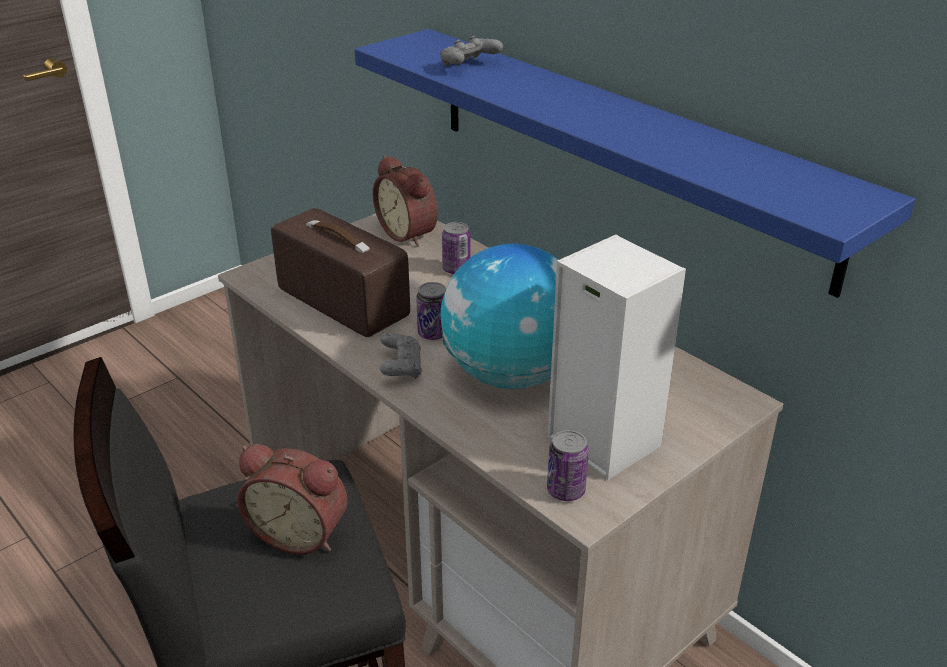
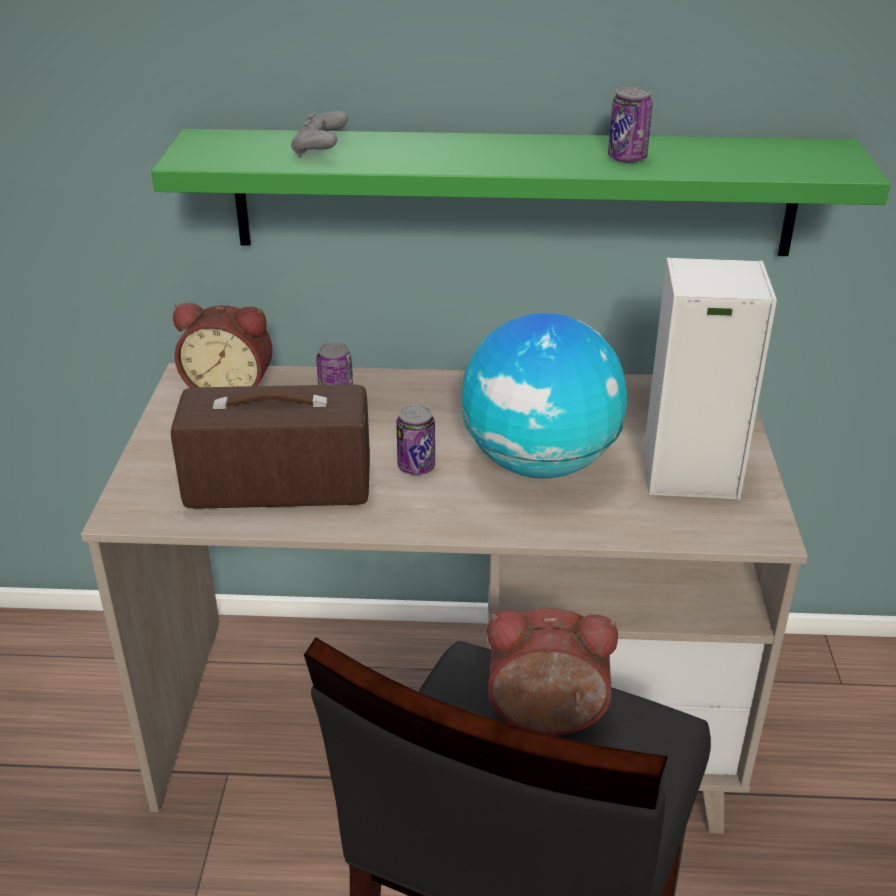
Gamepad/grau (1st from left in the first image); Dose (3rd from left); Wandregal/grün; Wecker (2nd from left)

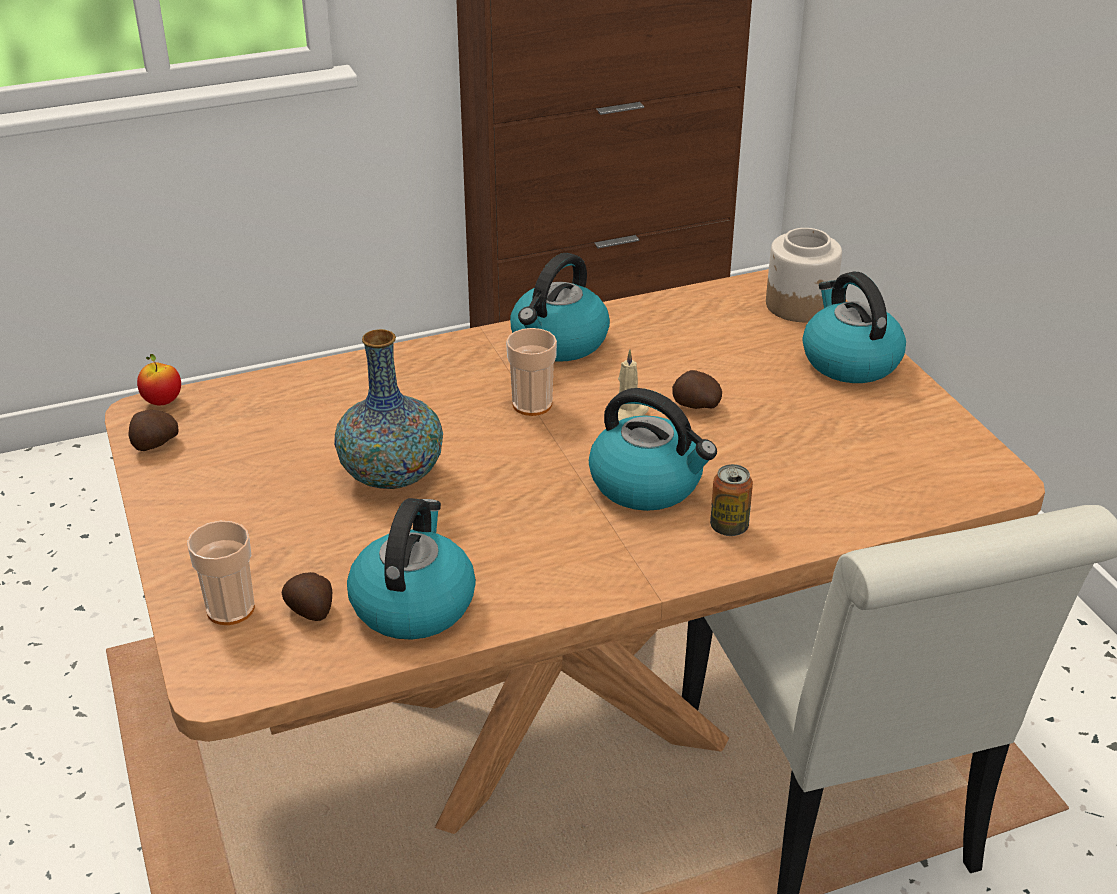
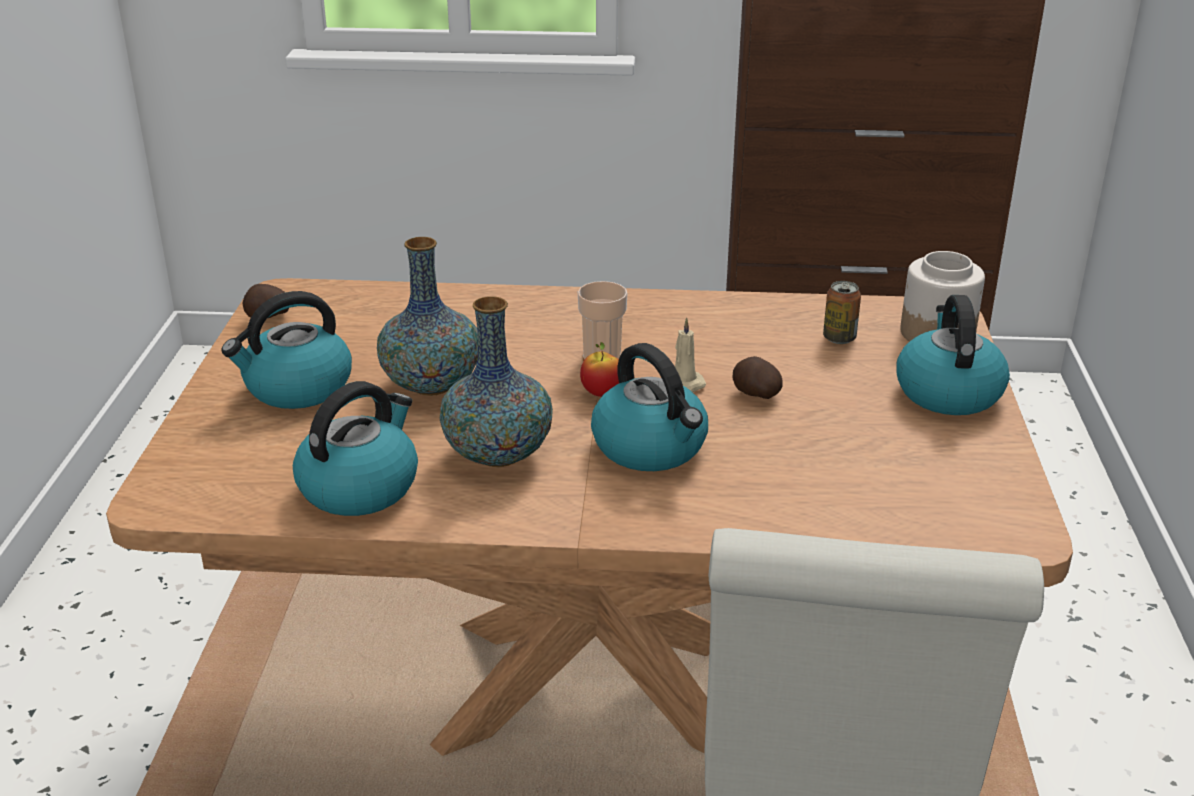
Tasse (1st from left in the first image); Kartoffel (2nd from left in the first image); Vase (2nd from left); Apfel; Wasserkessel (1st from left); Dose

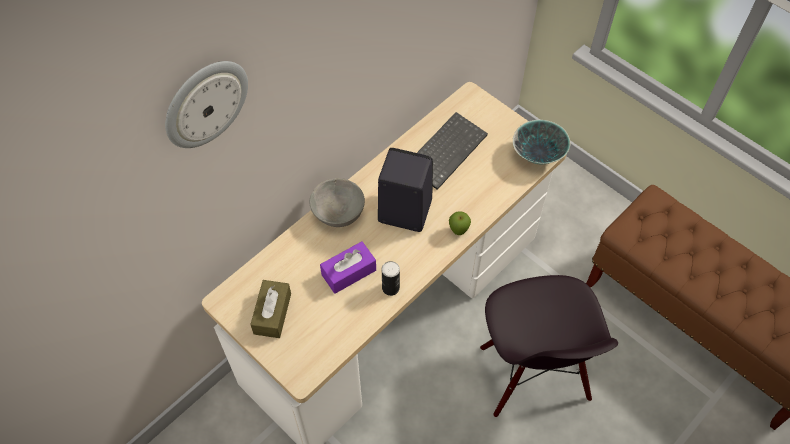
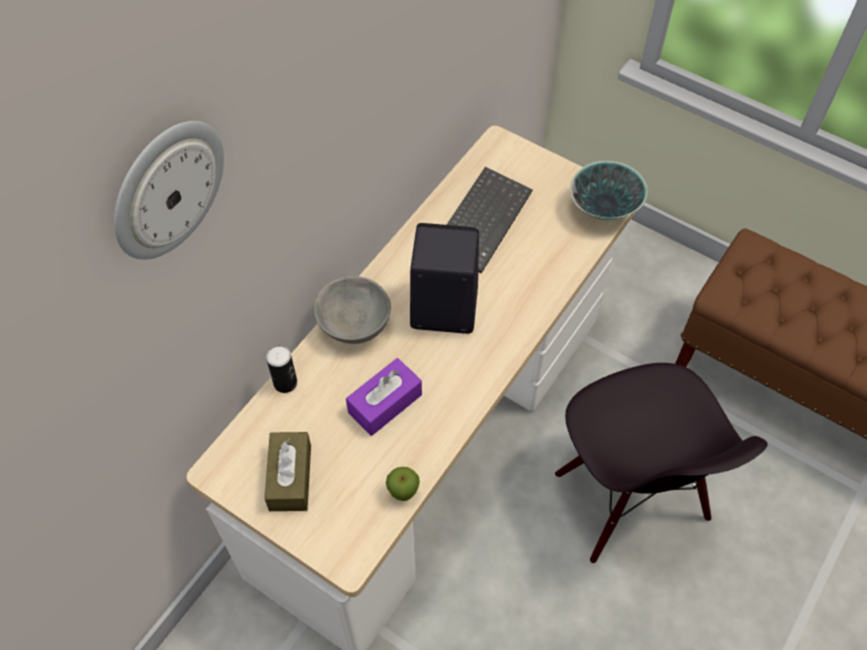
Dose; Apfel

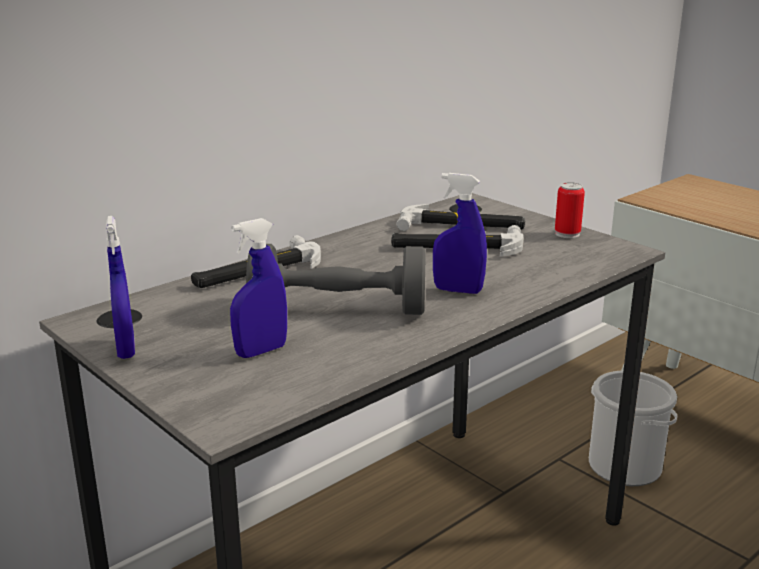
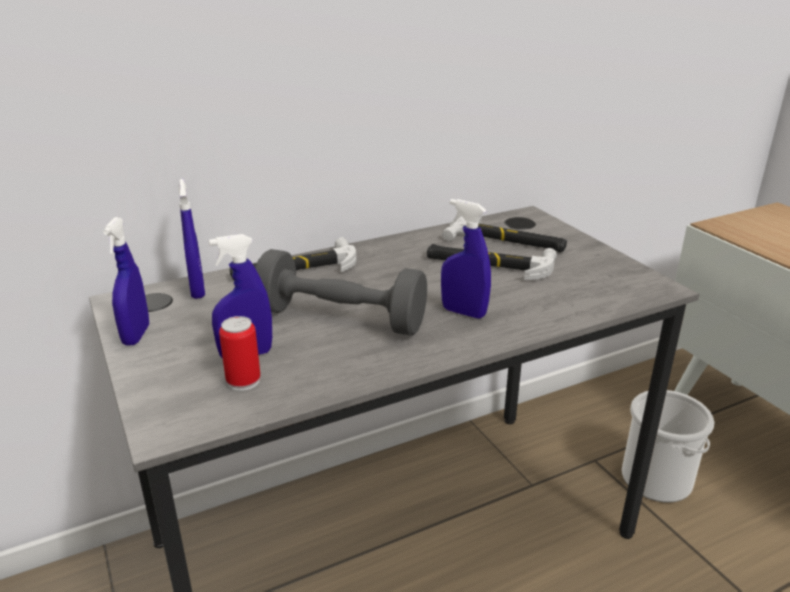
Sprühflasche/blau (2nd from left); Dose

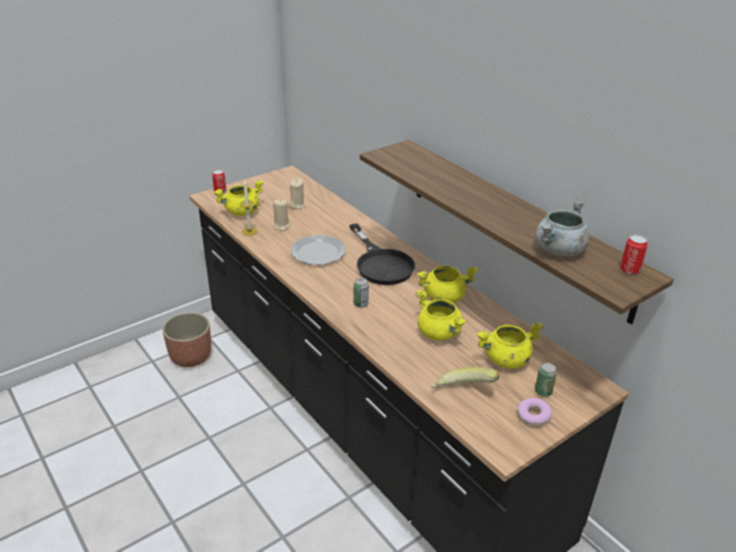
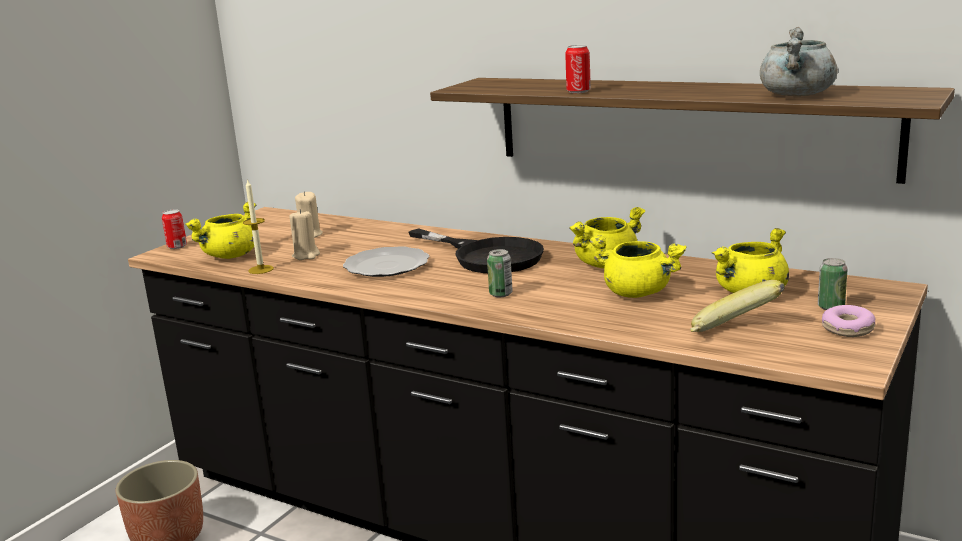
Dose (3rd from left)

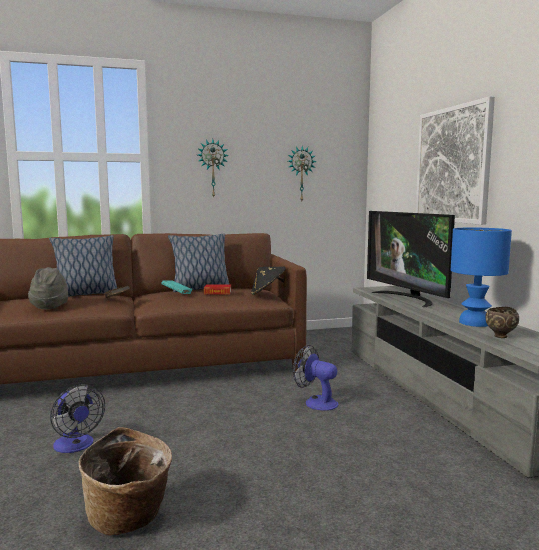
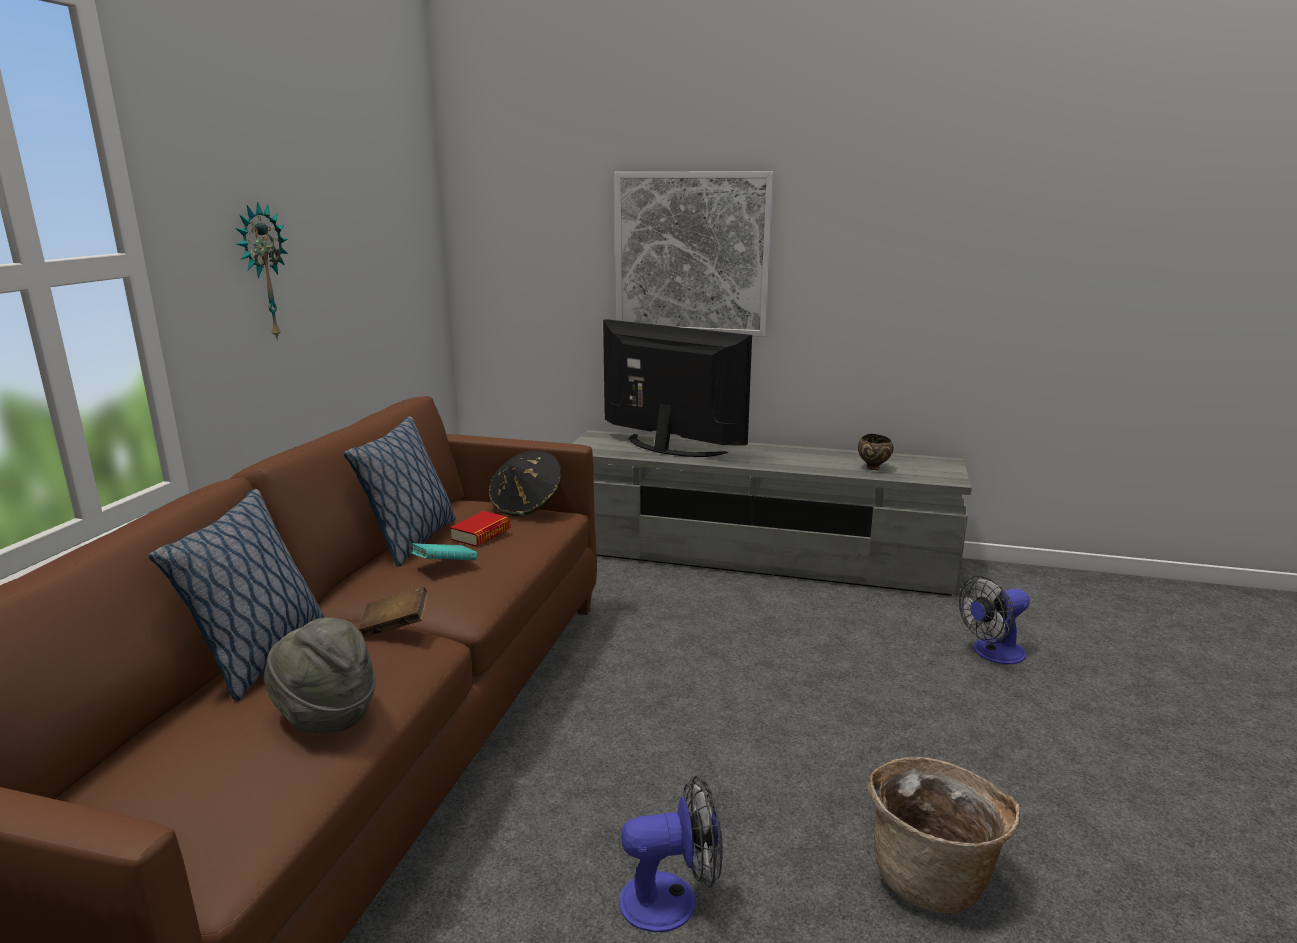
Wanduhr (2nd from left in the first image); Tischlampe/blau; Ventilator (2nd from left); Fernseher

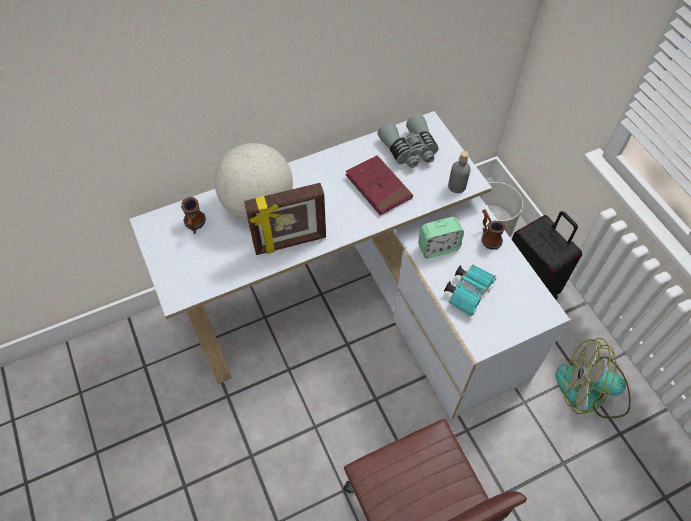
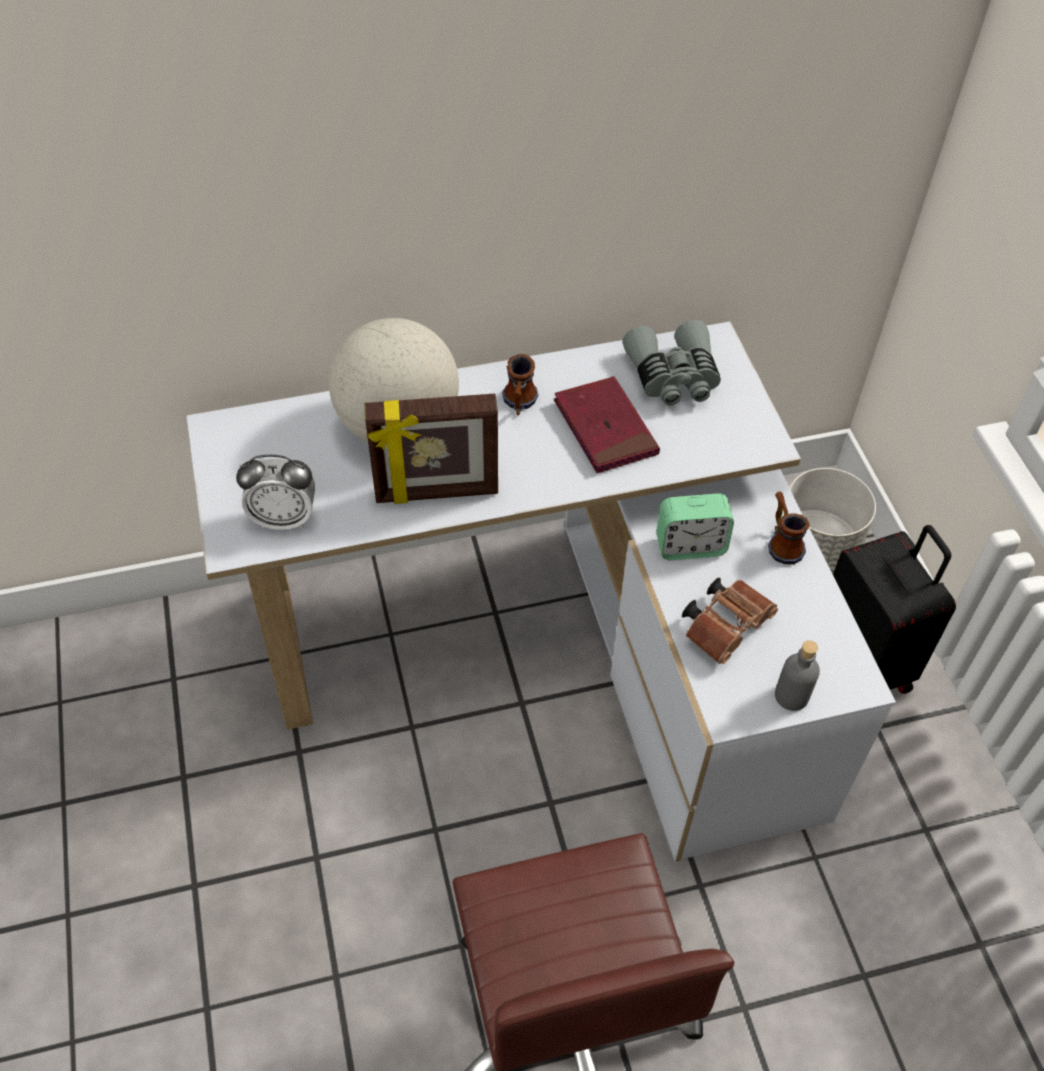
Ventilator; Wecker (1st from left); Henkelbecher (1st from left); Flasche/grau; Fernglas/braun

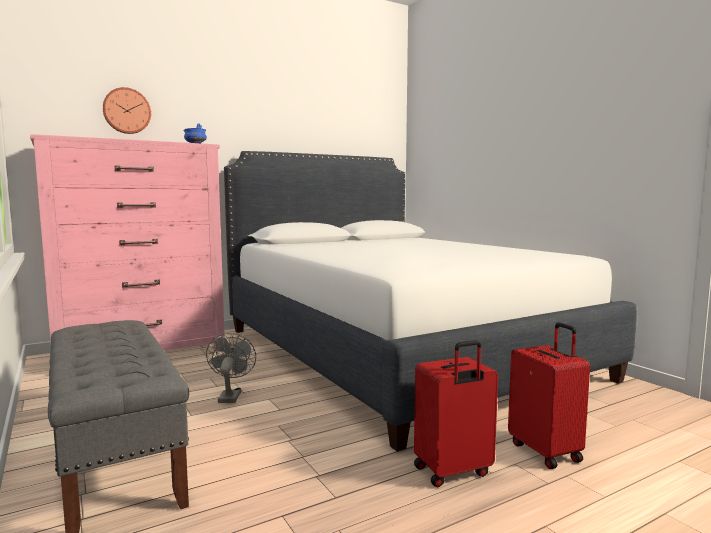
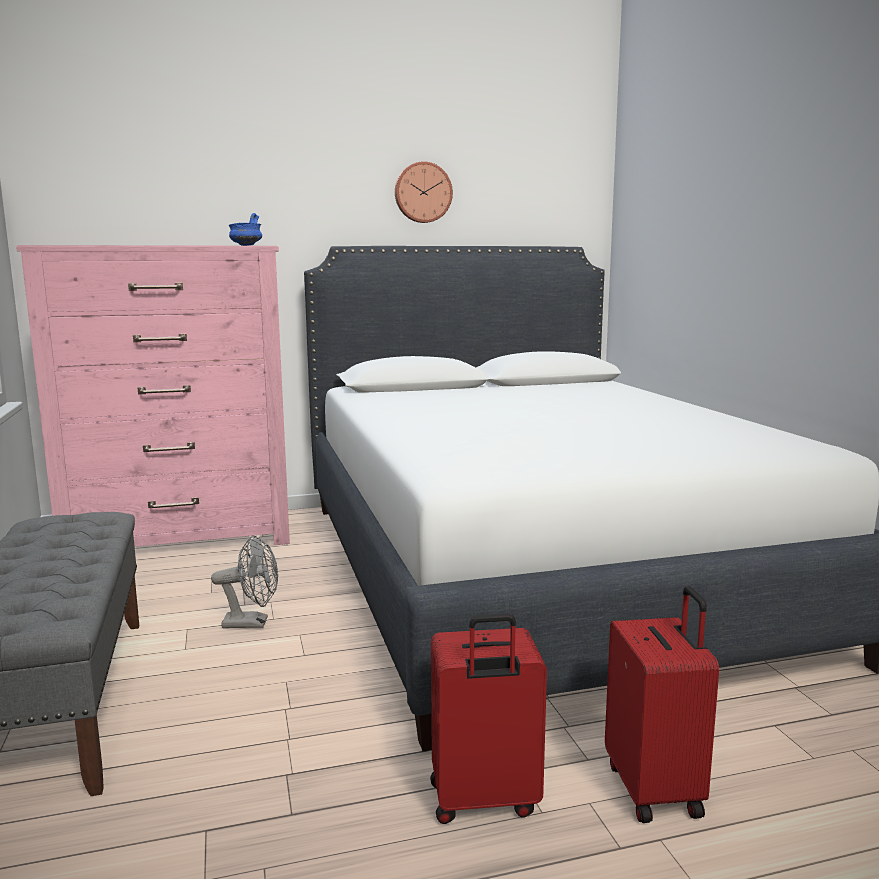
Wanduhr; Ventilator/grau

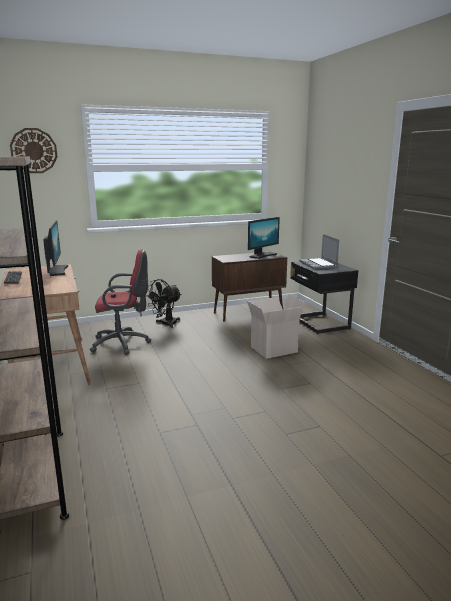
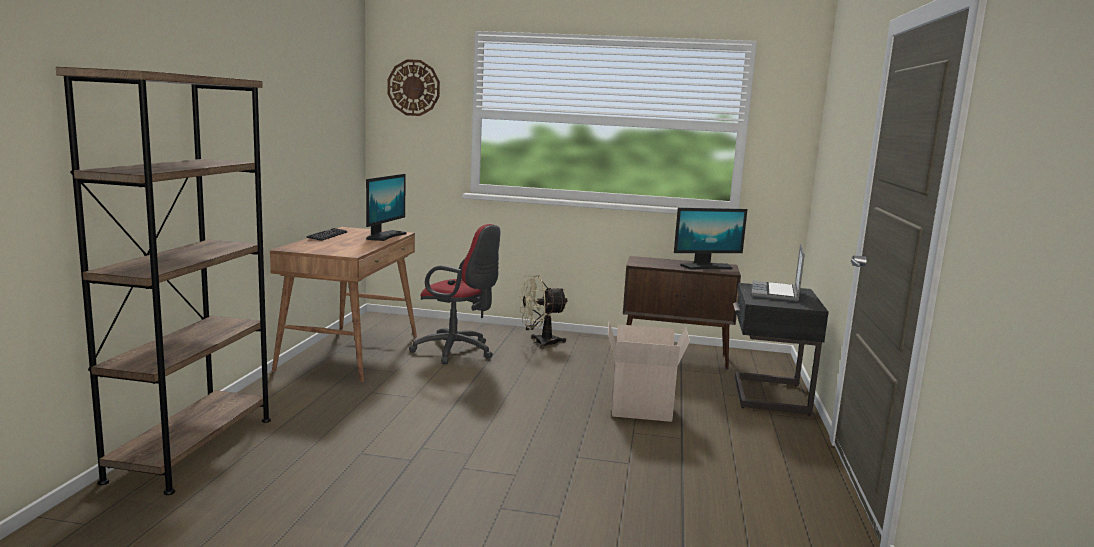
Ventilator/beige

